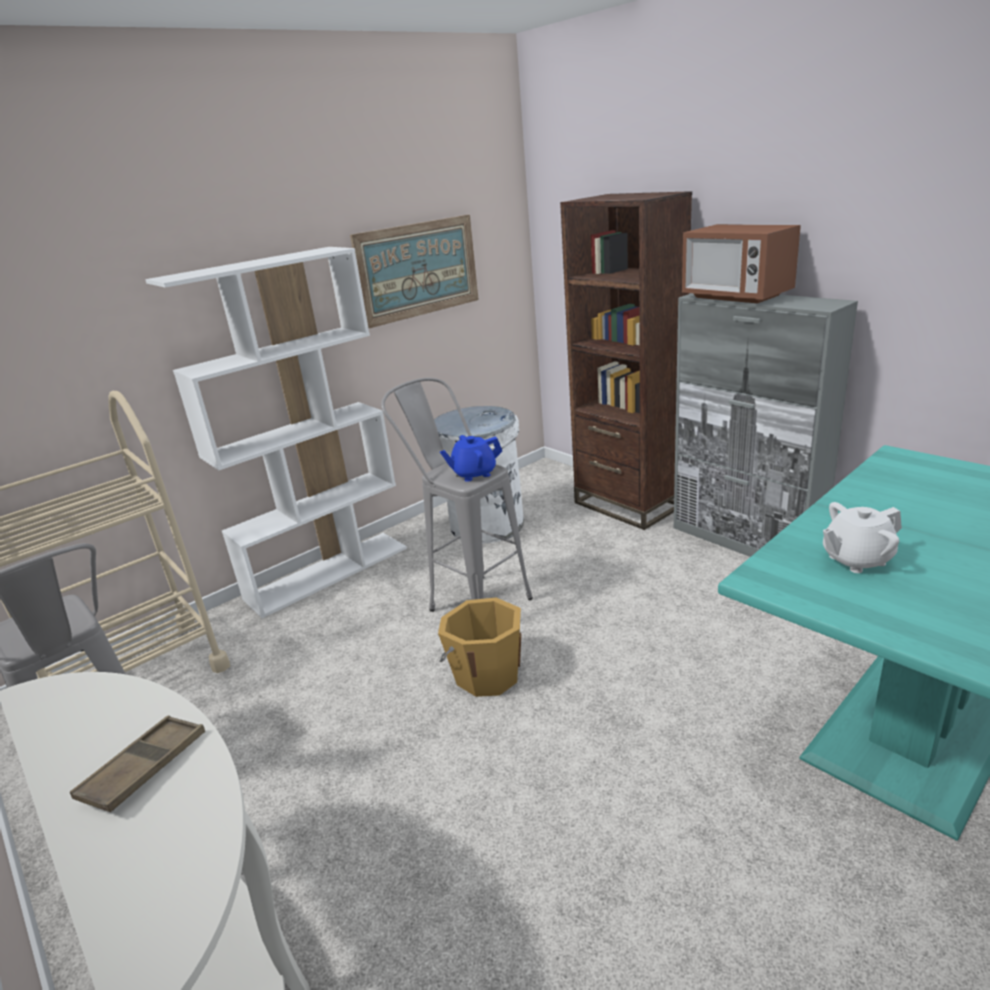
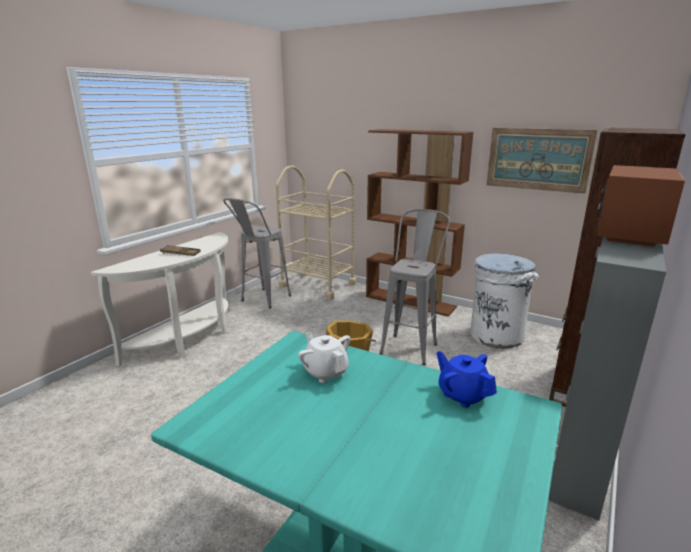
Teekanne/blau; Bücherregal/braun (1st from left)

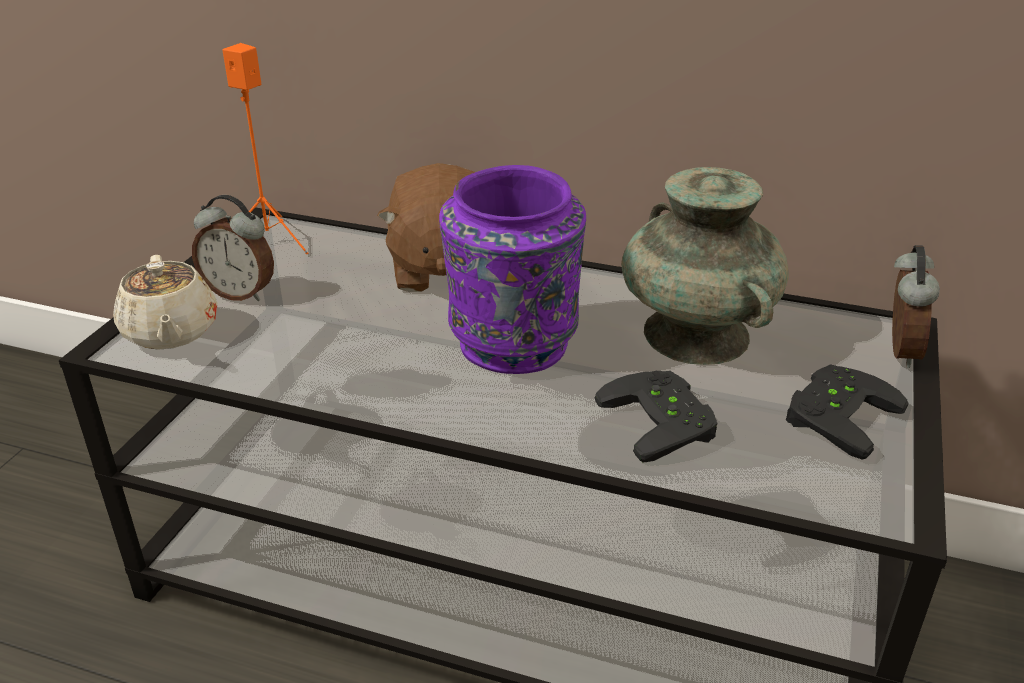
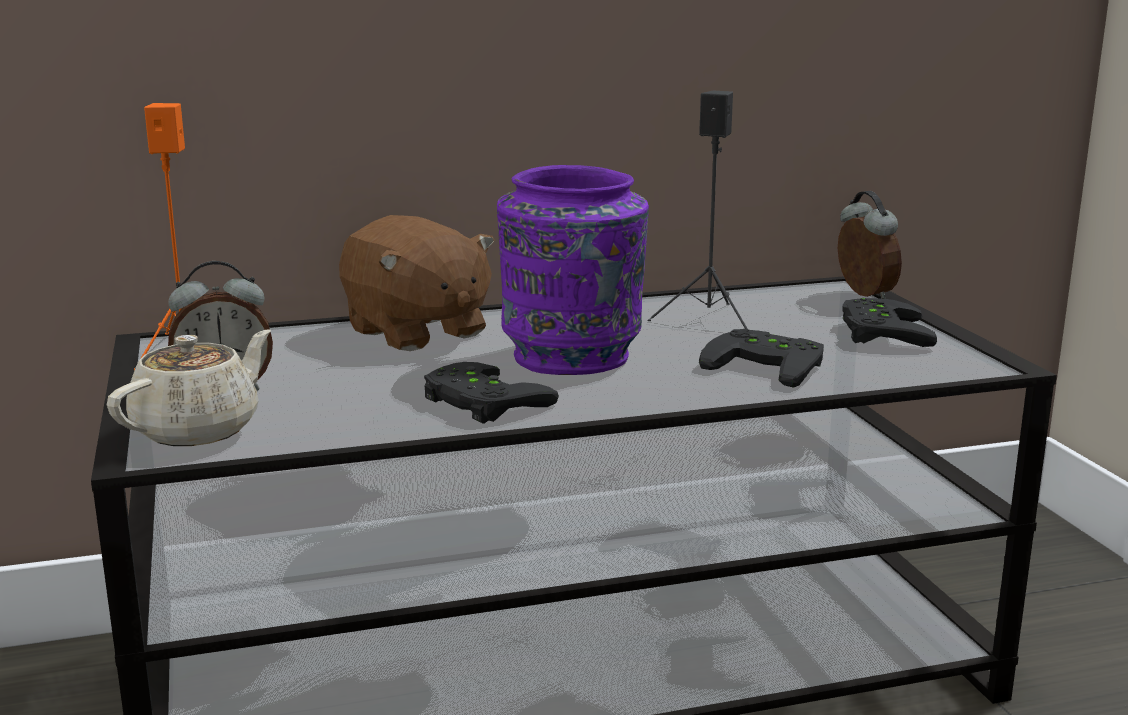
Gamepad/schwarz (1st from left); Lautsprecher/schwarz; Teekanne/beige

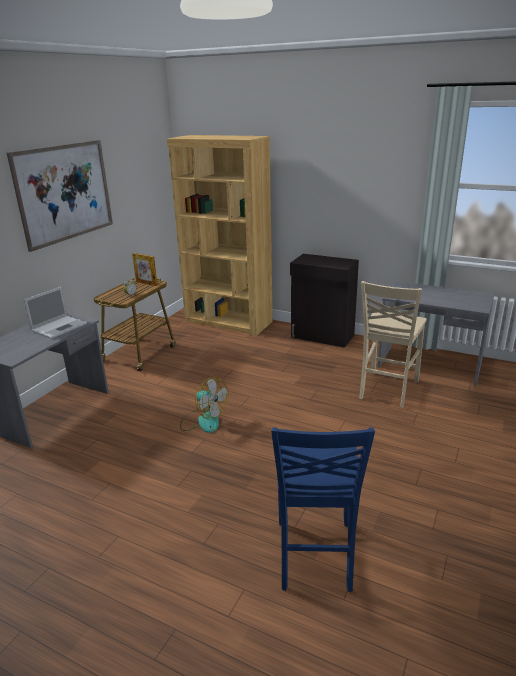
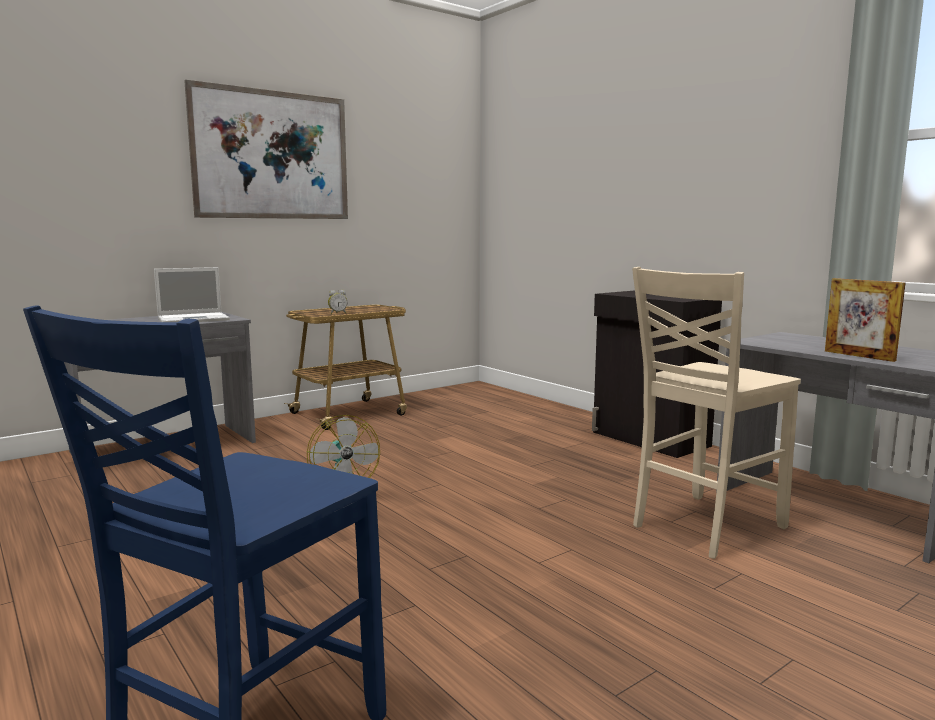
Bücherregal/braun; Bilderrahmen

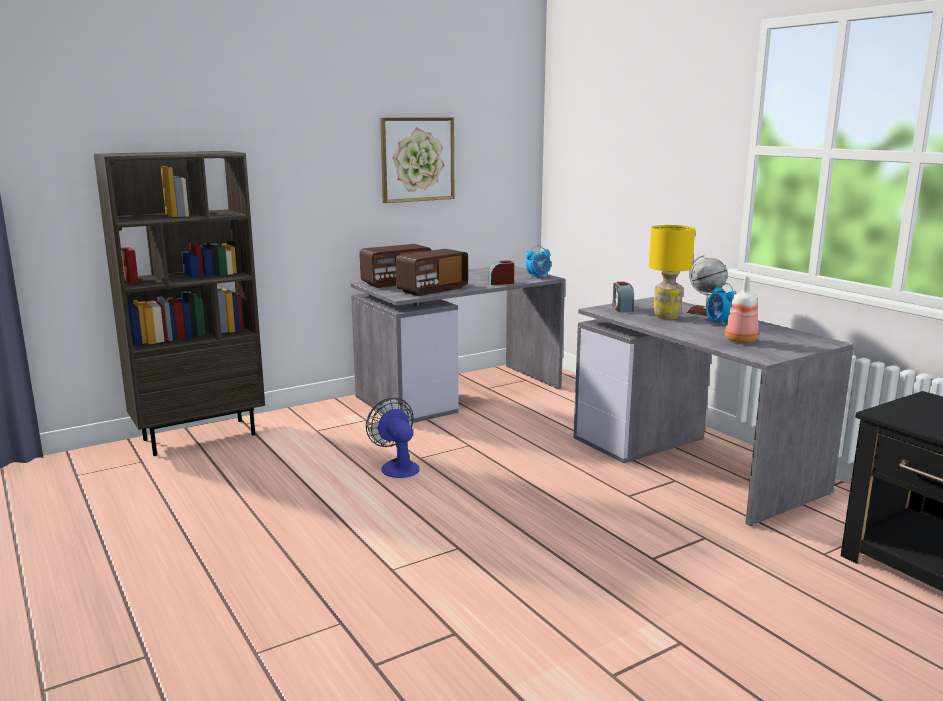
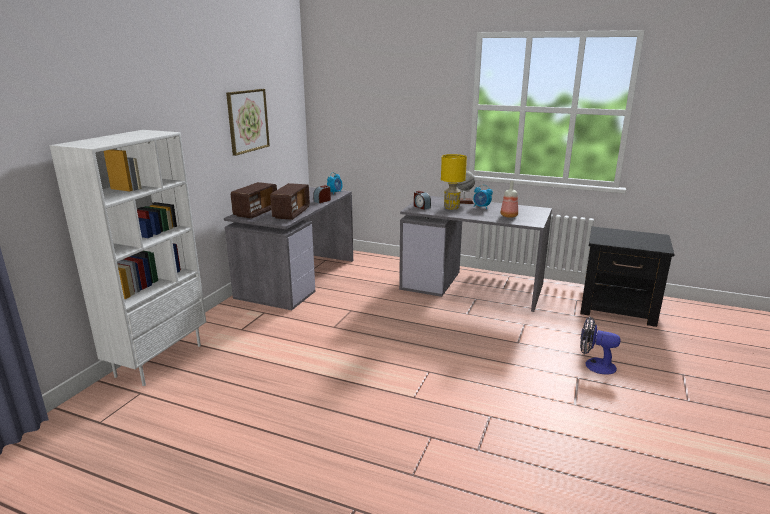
Ventilator; Bücherregal/weiß

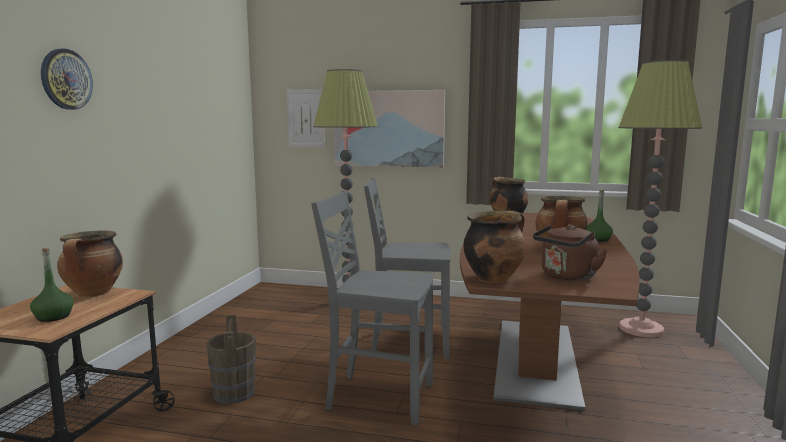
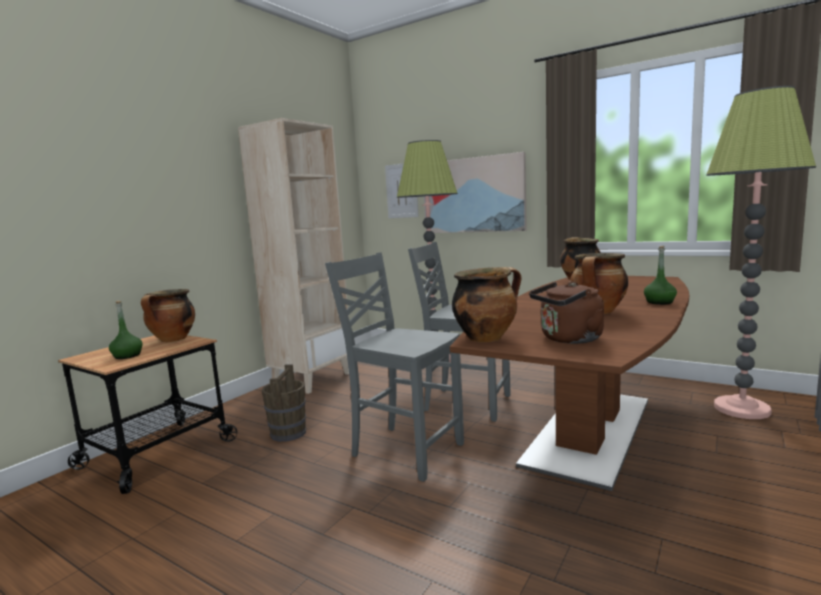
Wanduhr; Bücherregal/beige

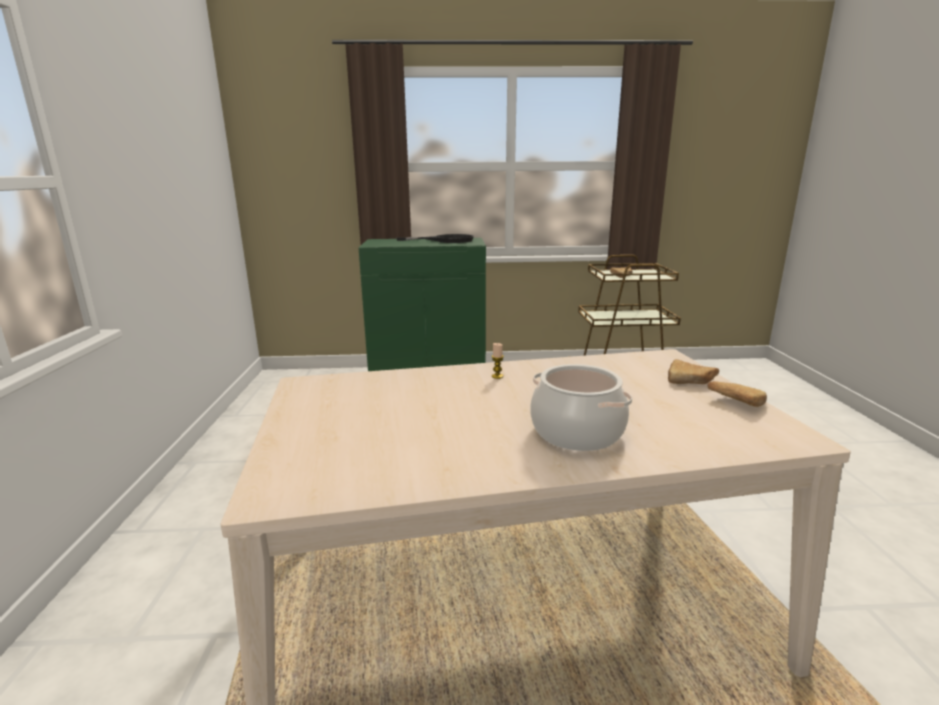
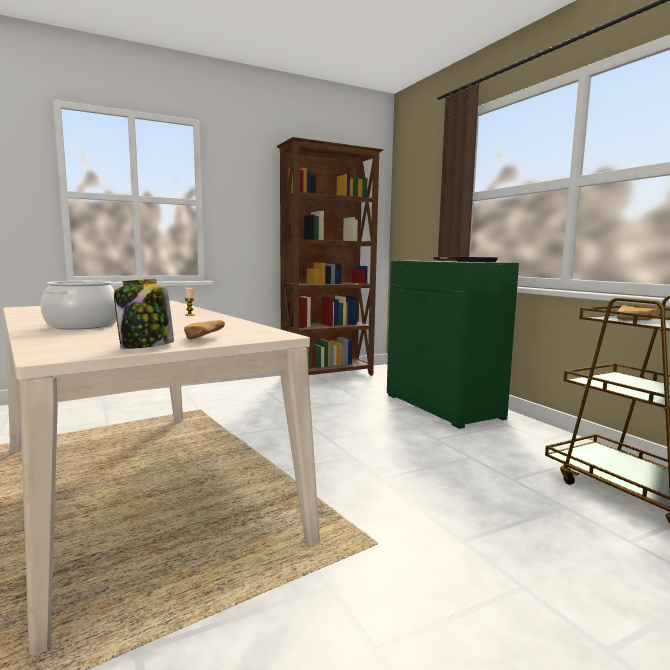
Bücherregal/braun; Vorratsglas

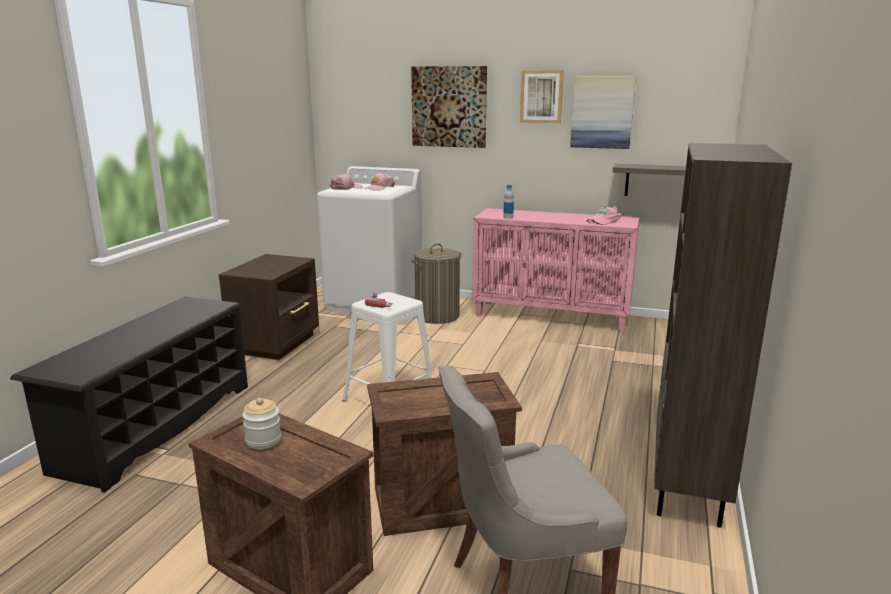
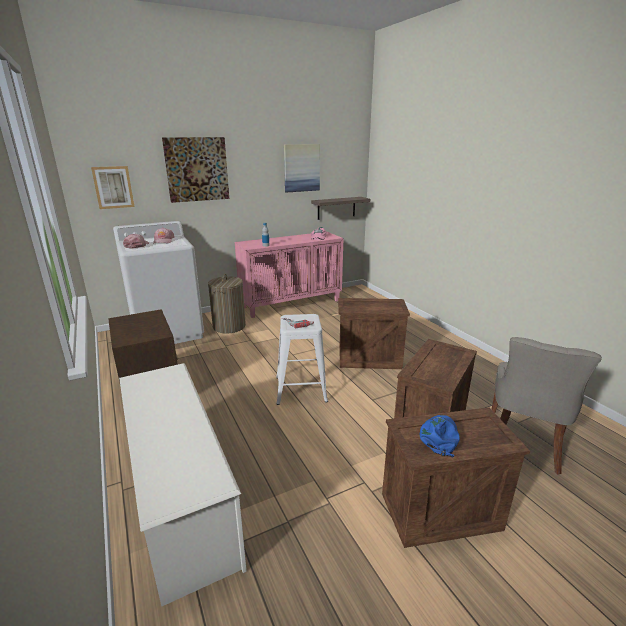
Bücherregal/braun; Kiste (1st from left); Bild (1st from left); Kappe/blau; Schuhregal/weiß

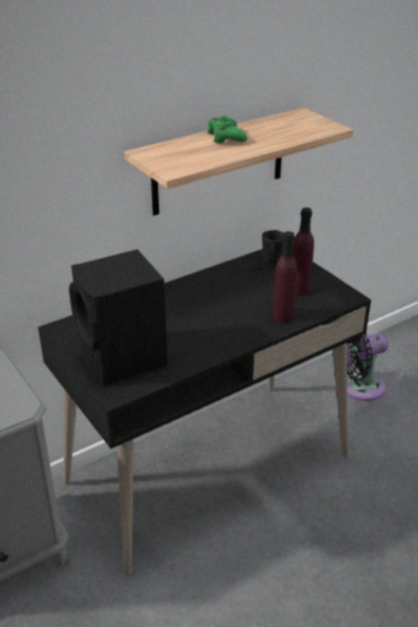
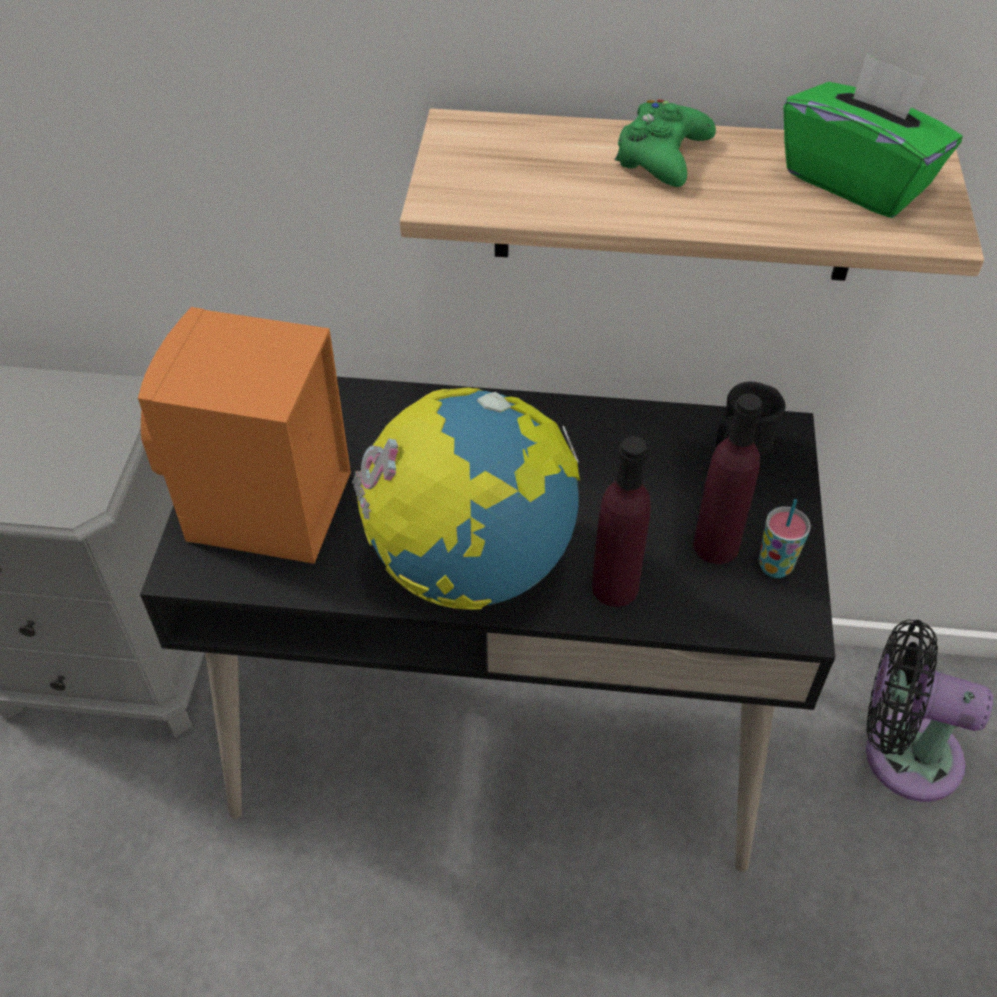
Globus; Tasse; Taschentuchbox/grün; Lautsprecher/orange

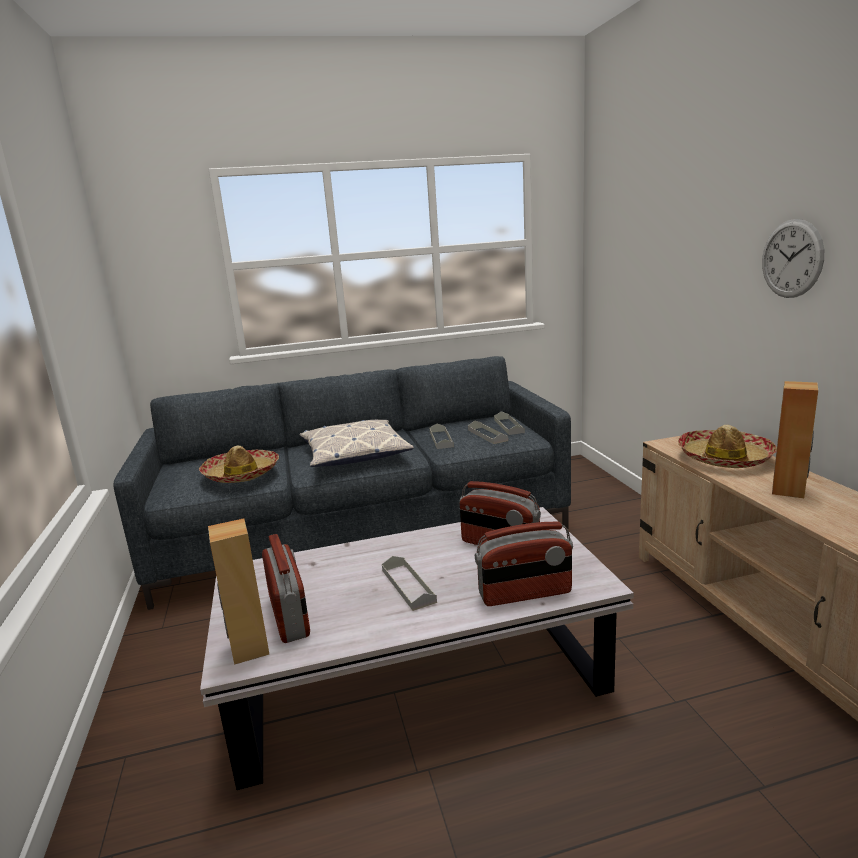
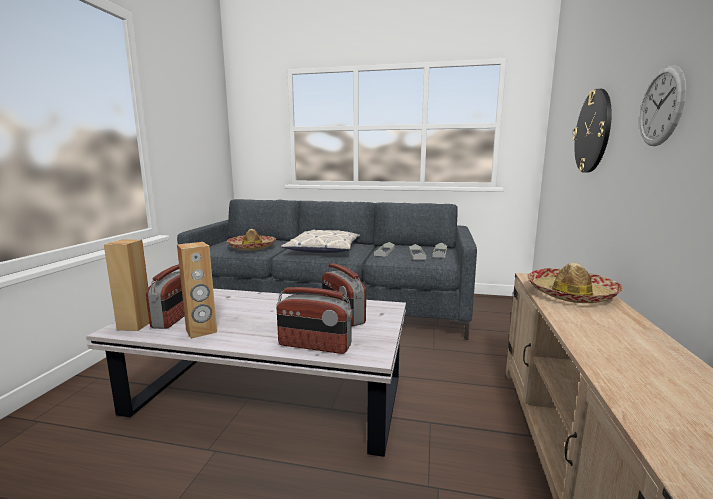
Tablett/grau (1st from left in the first image); Wanduhr (1st from left); Lautsprecher/braun (2nd from left)

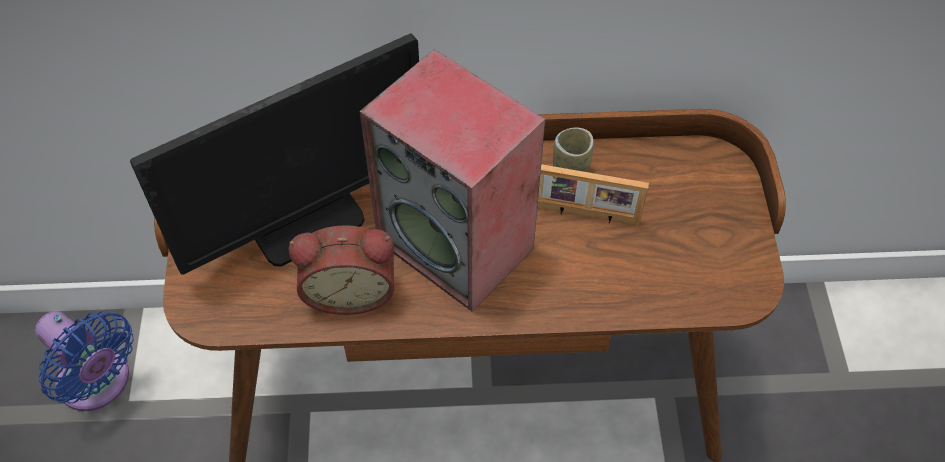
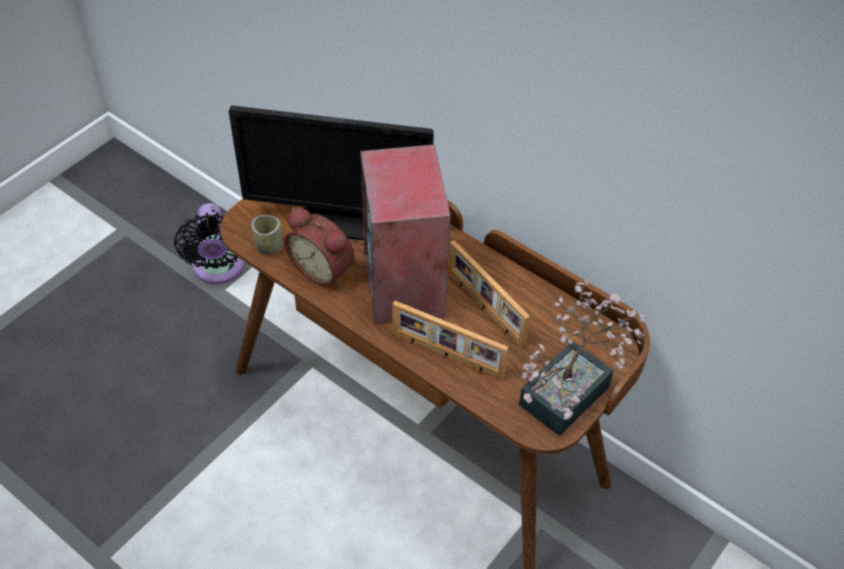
Bilderrahmen (1st from left); Topfpflanze; Tasse; Ventilator/schwarz

